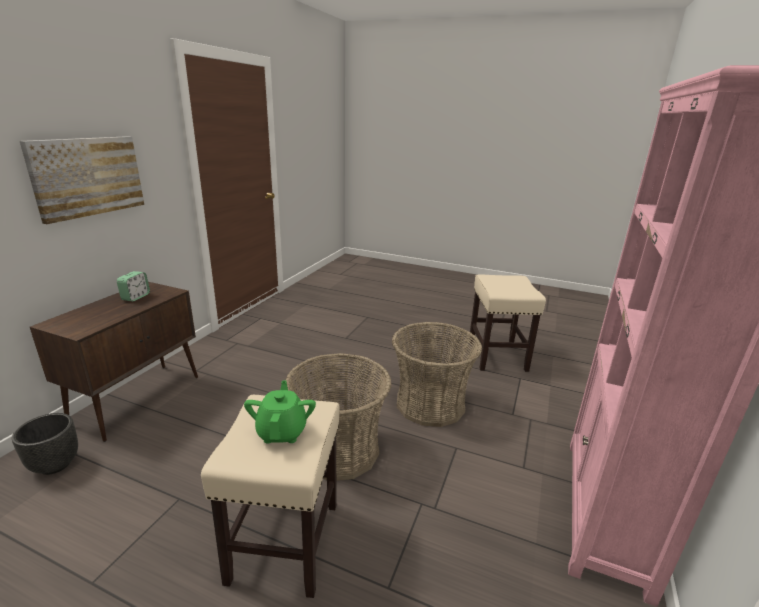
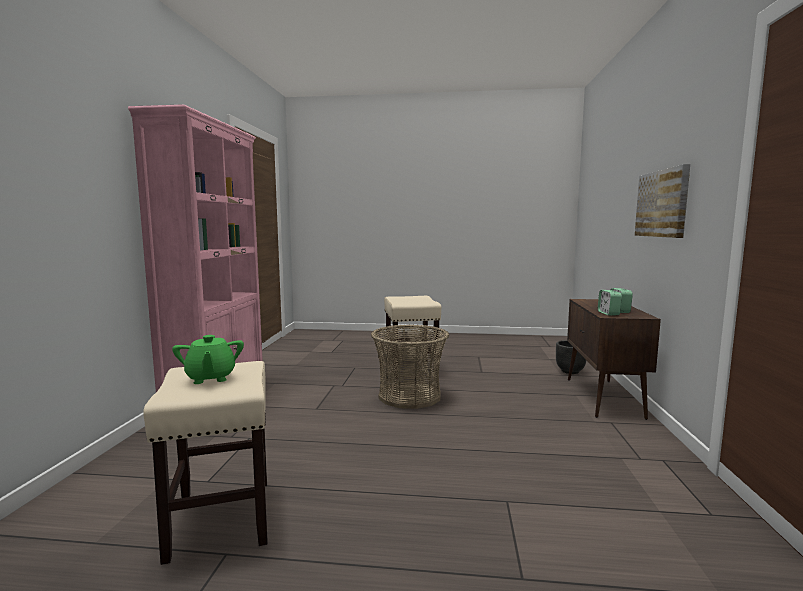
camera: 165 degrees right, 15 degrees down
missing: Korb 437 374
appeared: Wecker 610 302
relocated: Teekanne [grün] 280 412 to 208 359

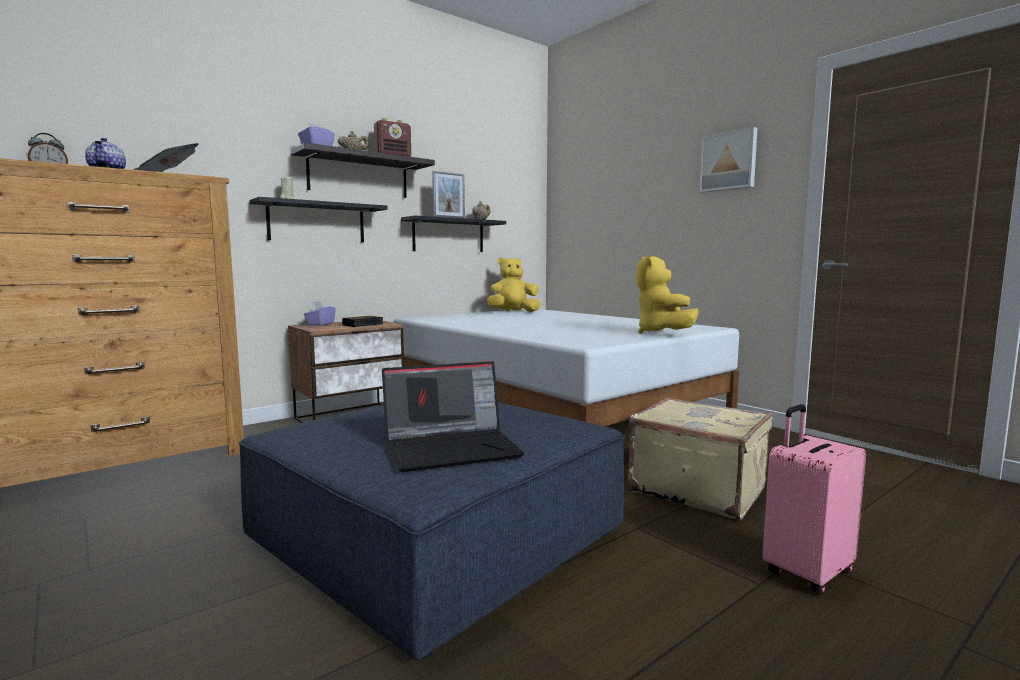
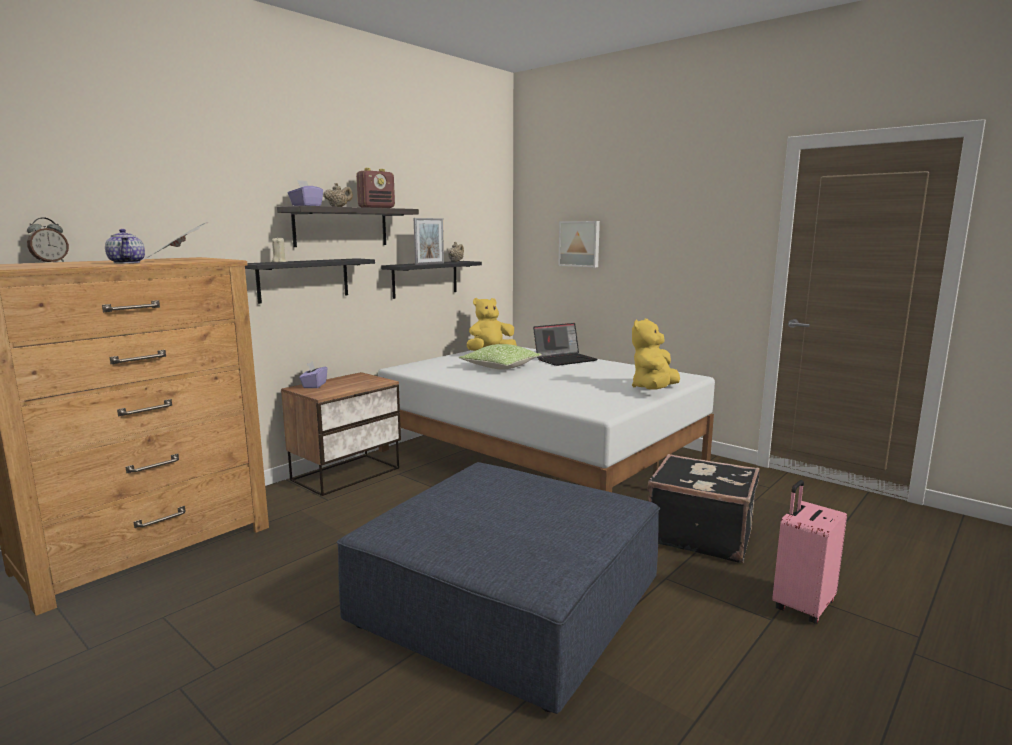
camera: 10 degrees left, 5 degrees up
missing: Wecker 362 321
appeared: Kissen 500 356
relocated: Laptop 453 416 to 565 344; Bild 728 160 to 579 244
colour: Koffer [beige] 700 458 to Koffer [schwarz] 703 508
spun: Plüschtier [gelb] 667 294 = 656 354 45 degrees clockwise

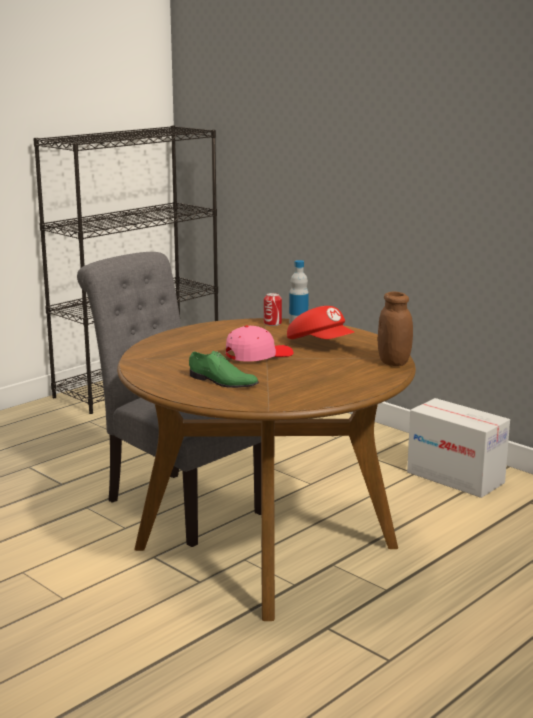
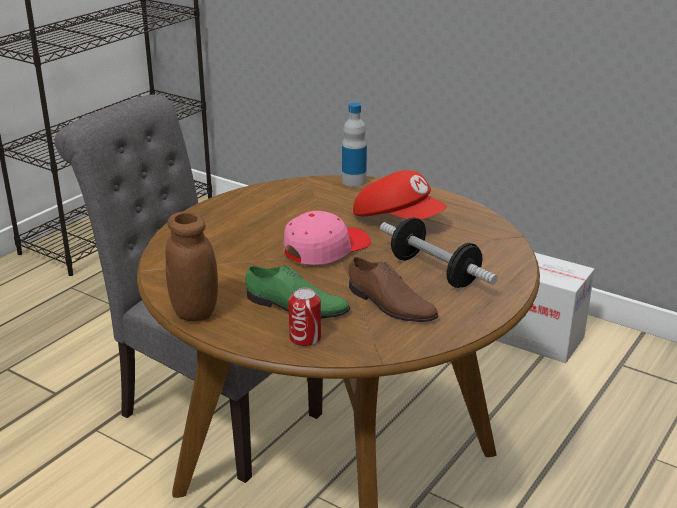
camera: 10 degrees left, 10 degrees up
appeared: Schuh [braun] 393 289; Hantel 439 252
relocated: Dose 273 309 to 304 317; Vorratsglas [braun] 395 329 to 192 266

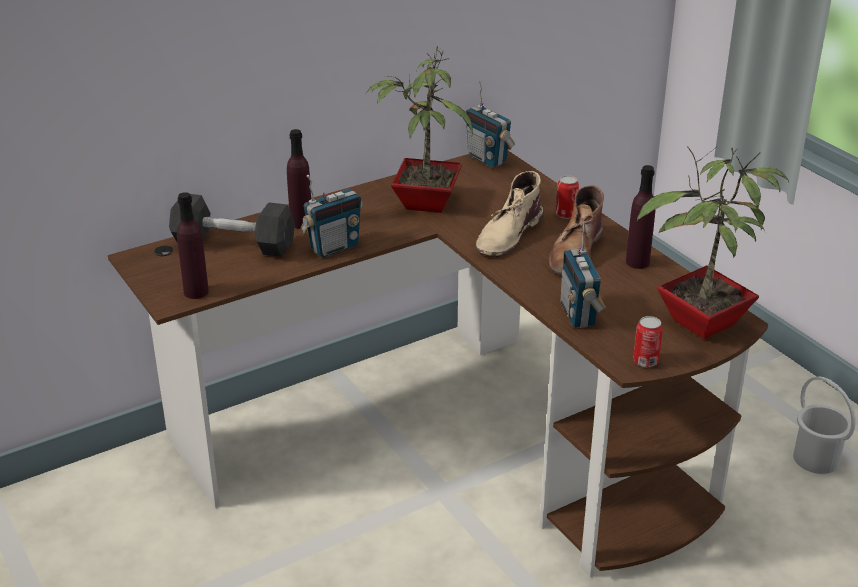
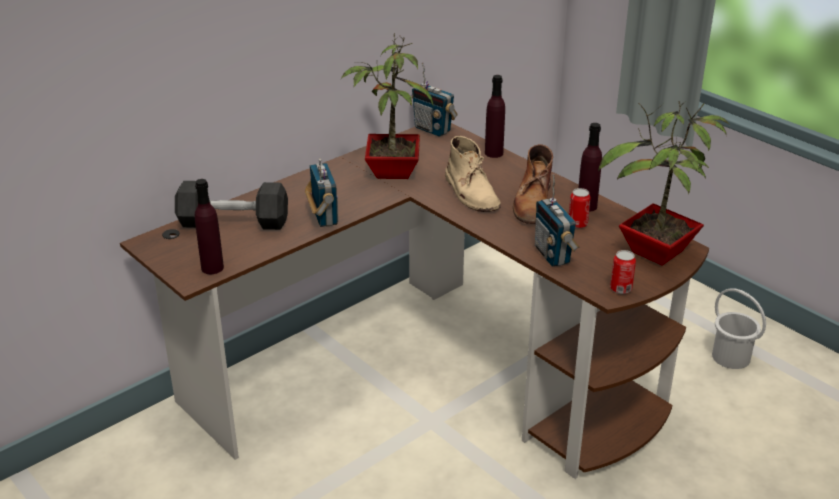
camera: 10 degrees left, 0 degrees up
relocated: Flasche [lila] 299 179 to 495 116; Dose 567 197 to 580 208
spun: Radio 331 216 = 322 193 60 degrees counterclockwise; Stiefel [beige] 509 214 = 473 174 45 degrees counterclockwise

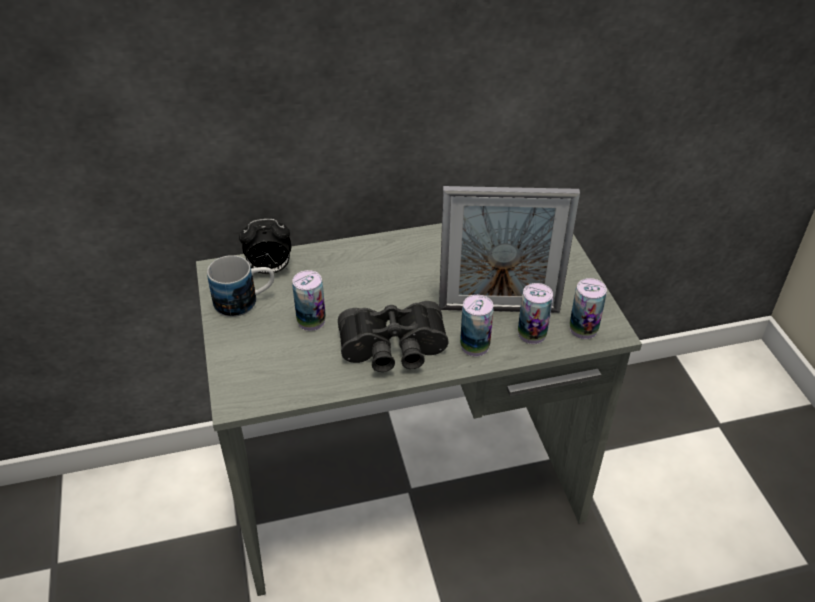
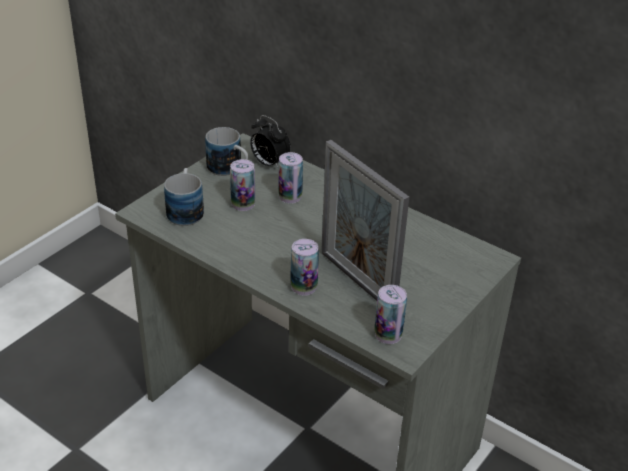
camera: 50 degrees right, 5 degrees down
missing: Fernglas [schwarz] 393 336
appeared: Henkelbecher 184 197
relocated: Dose 535 313 to 290 178

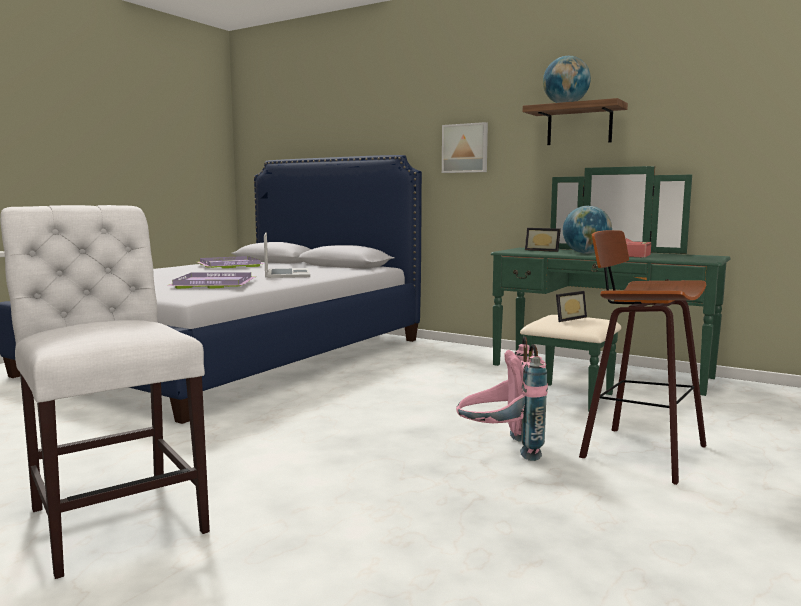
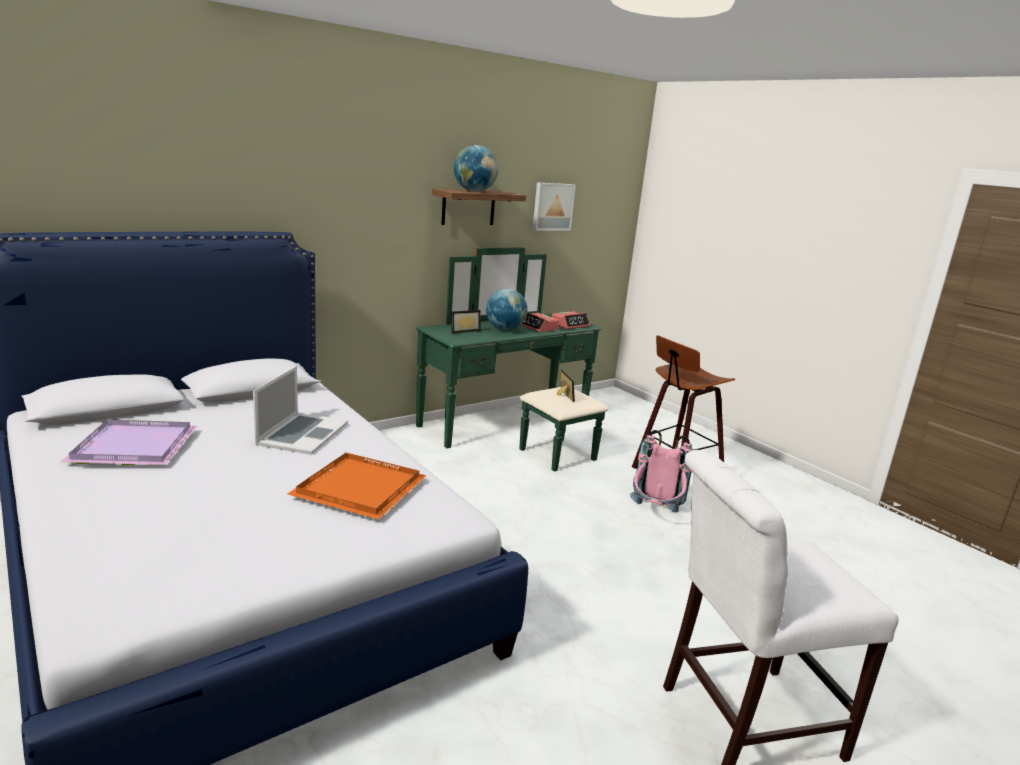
camera: 70 degrees left, 10 degrees up
appeared: Wecker 570 320
relocated: Bild 465 147 to 554 206
colour: Tablett [lila] 211 280 to Tablett [orange] 357 486
spun: Laptop 287 255 = 300 410 90 degrees clockwise

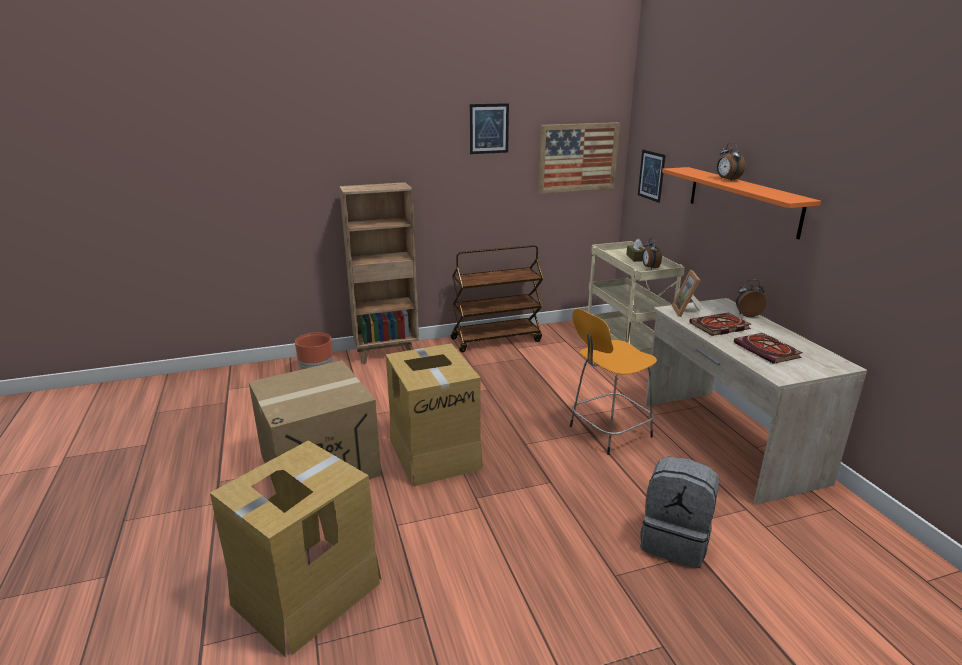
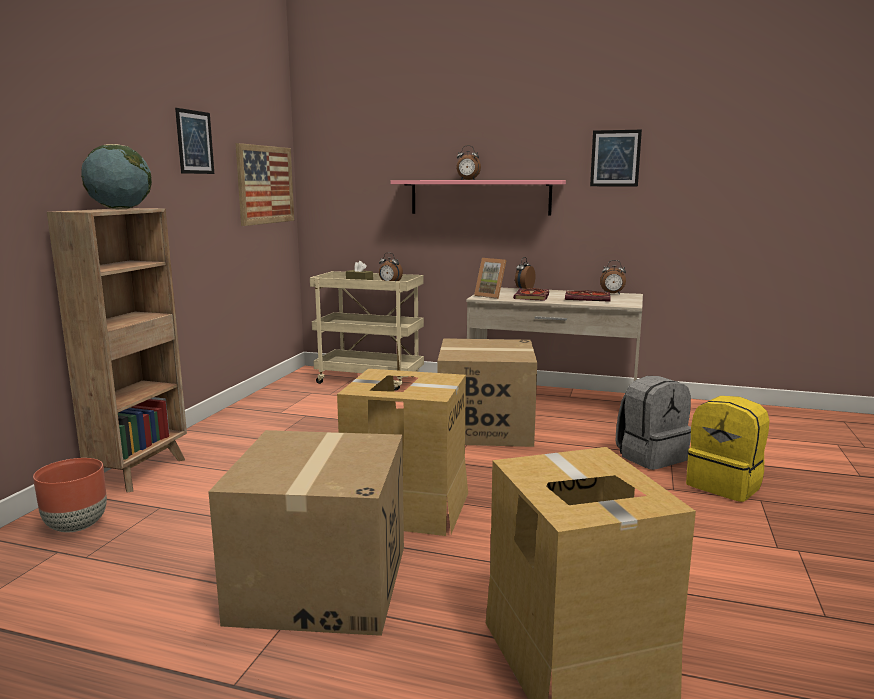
camera: 55 degrees left, 10 degrees down
missing: Rollwagen [braun] 497 298
appeared: Globus 116 176; Wecker 613 277; Rucksack [gelb] 728 449
relocated: Bild 652 176 to 616 158
exchanged: Hocker [orange] 613 382 to Karton 487 392
colour: Wandregal [orange] 741 203 to Wandregal [rosa] 478 198

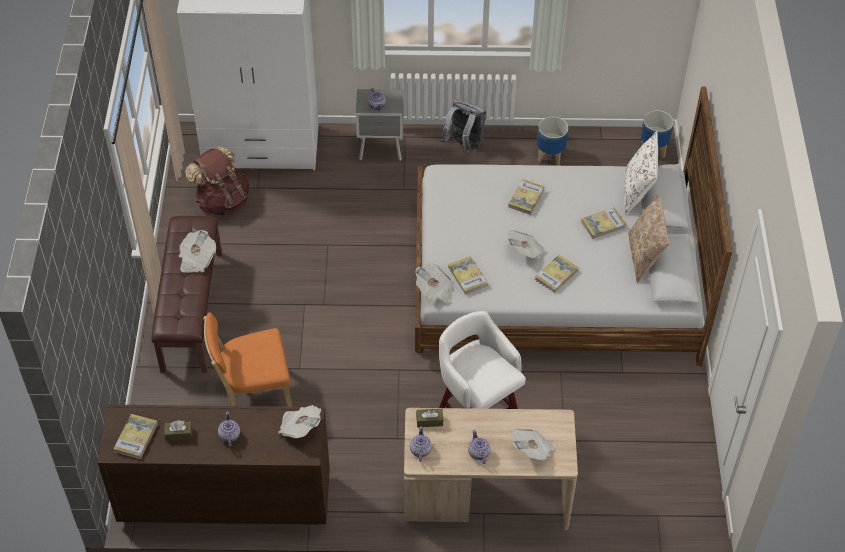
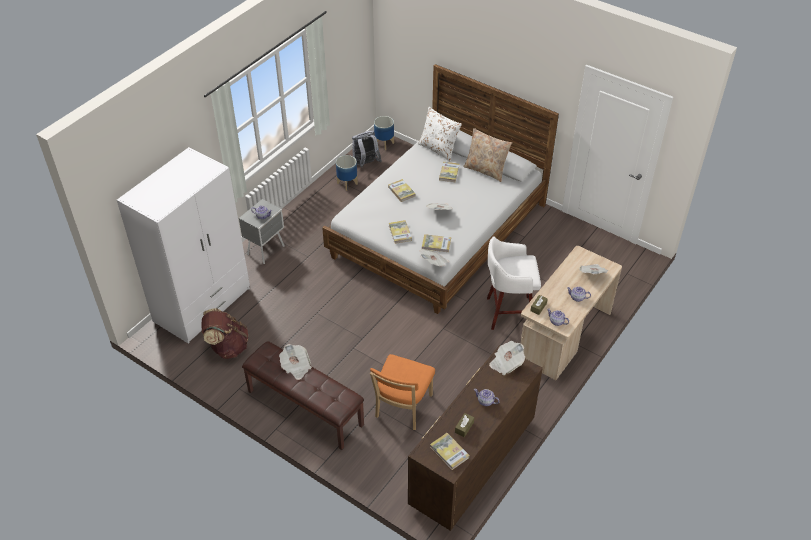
camera: 55 degrees left, 5 degrees down
relocated: Rucksack [grau] 463 127 to 367 148; Buch 557 274 to 400 232

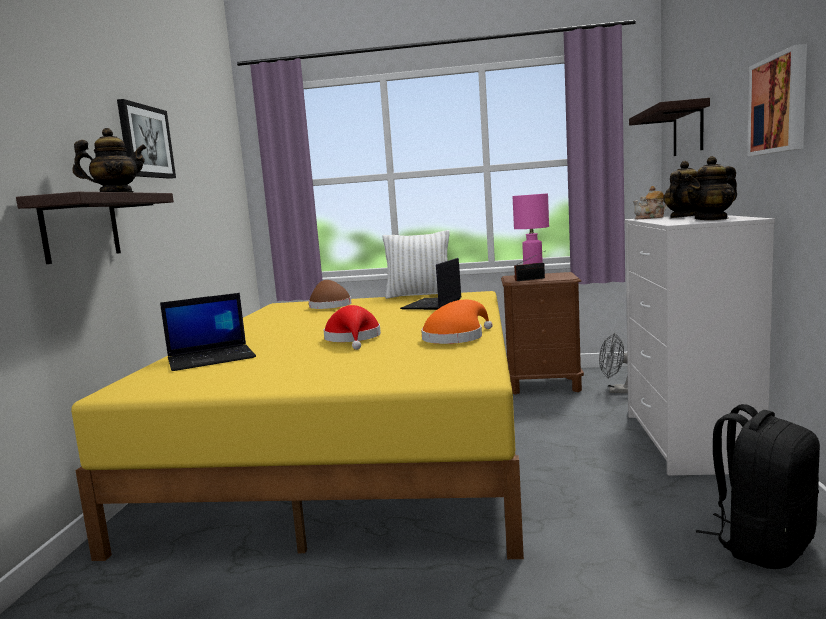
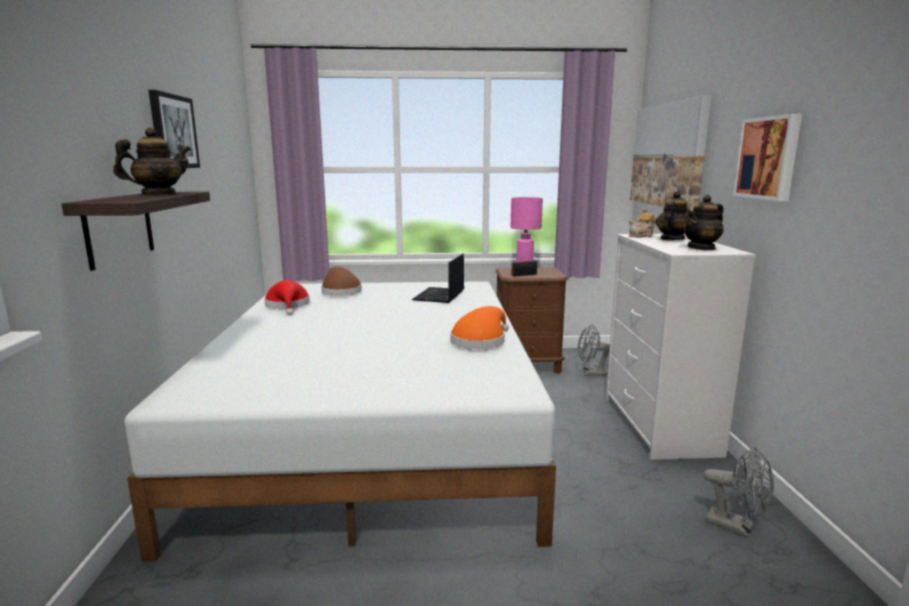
camera: 10 degrees left, 5 degrees up
missing: Laptop 208 332; Kissen [weiß] 416 264
relocated: Hut [rot] 352 327 to 287 297
exchanged: Wandregal 669 127 to Bild 671 153; Rucksack [schwarz] 758 486 to Ventilator [grau] 739 492
colour: Bett [gelb] 297 426 to Bett [weiß] 340 421

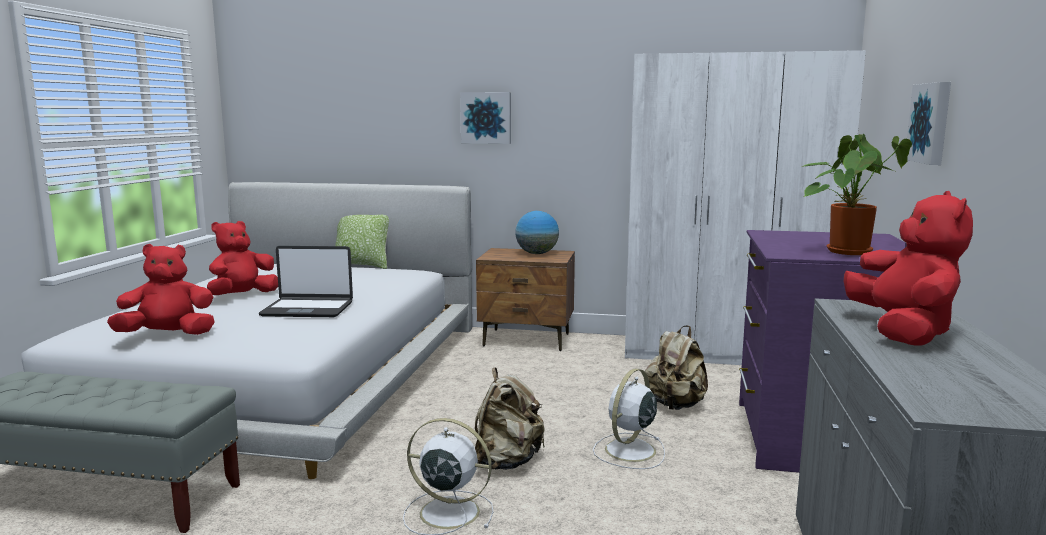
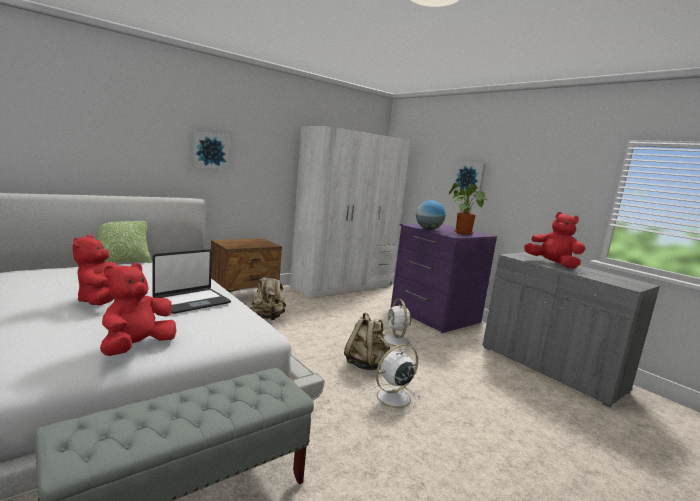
camera: 50 degrees left, 0 degrees up
relocated: Globus 537 232 to 430 215; Rucksack [beige] 676 367 to 268 297

